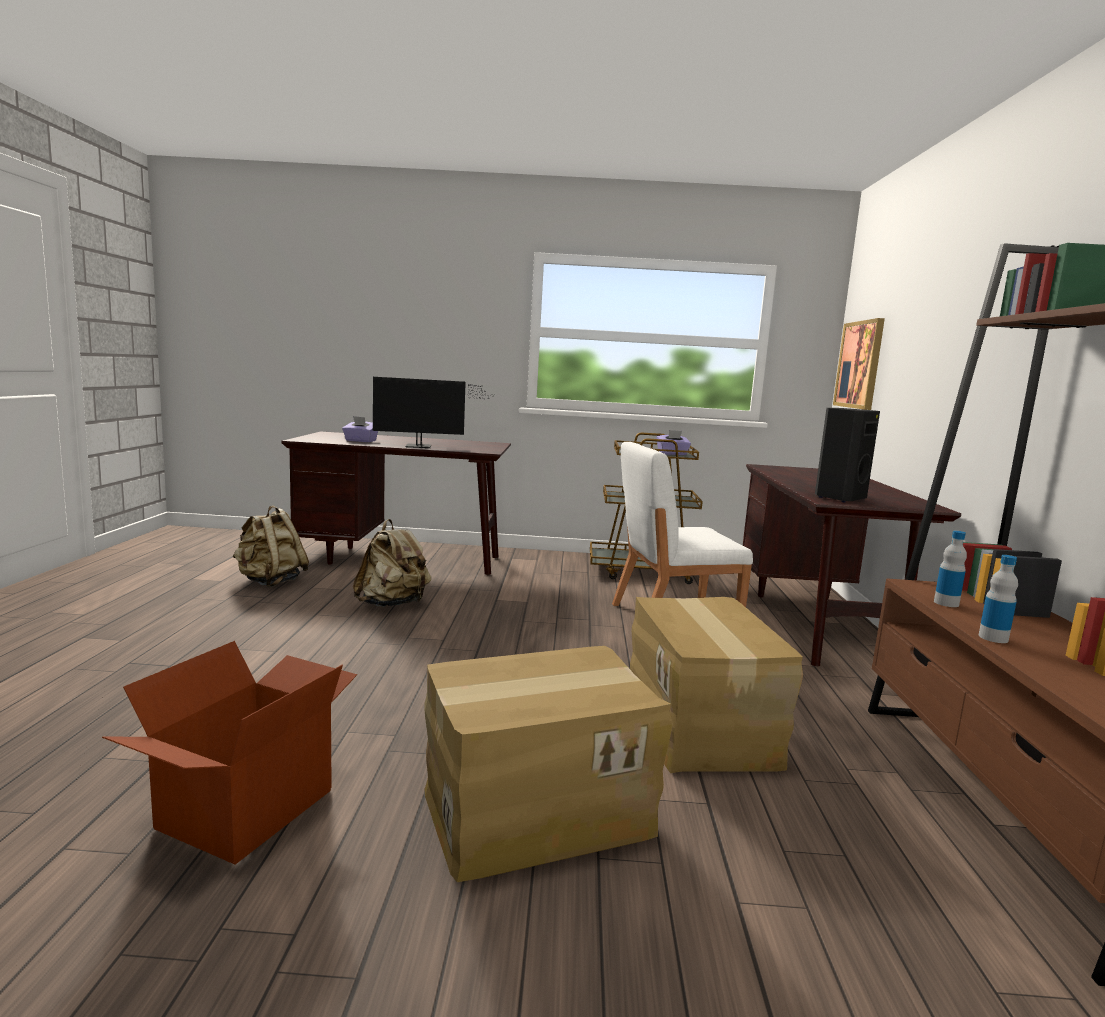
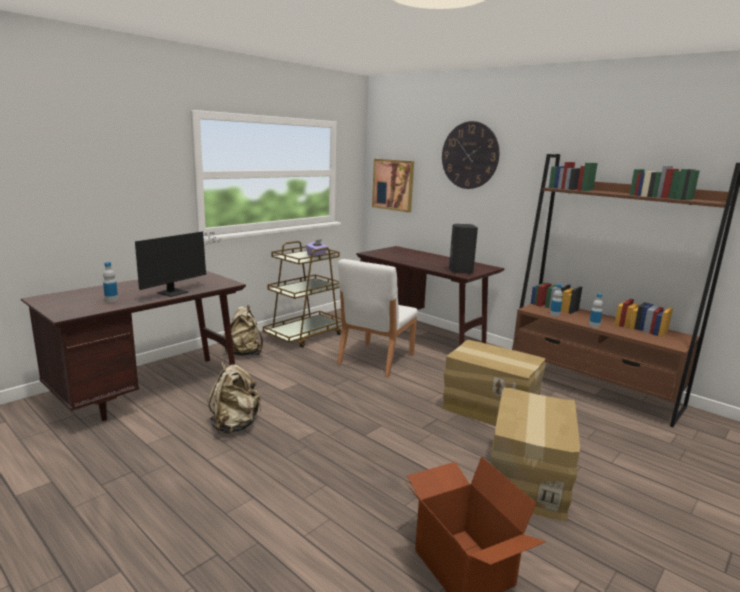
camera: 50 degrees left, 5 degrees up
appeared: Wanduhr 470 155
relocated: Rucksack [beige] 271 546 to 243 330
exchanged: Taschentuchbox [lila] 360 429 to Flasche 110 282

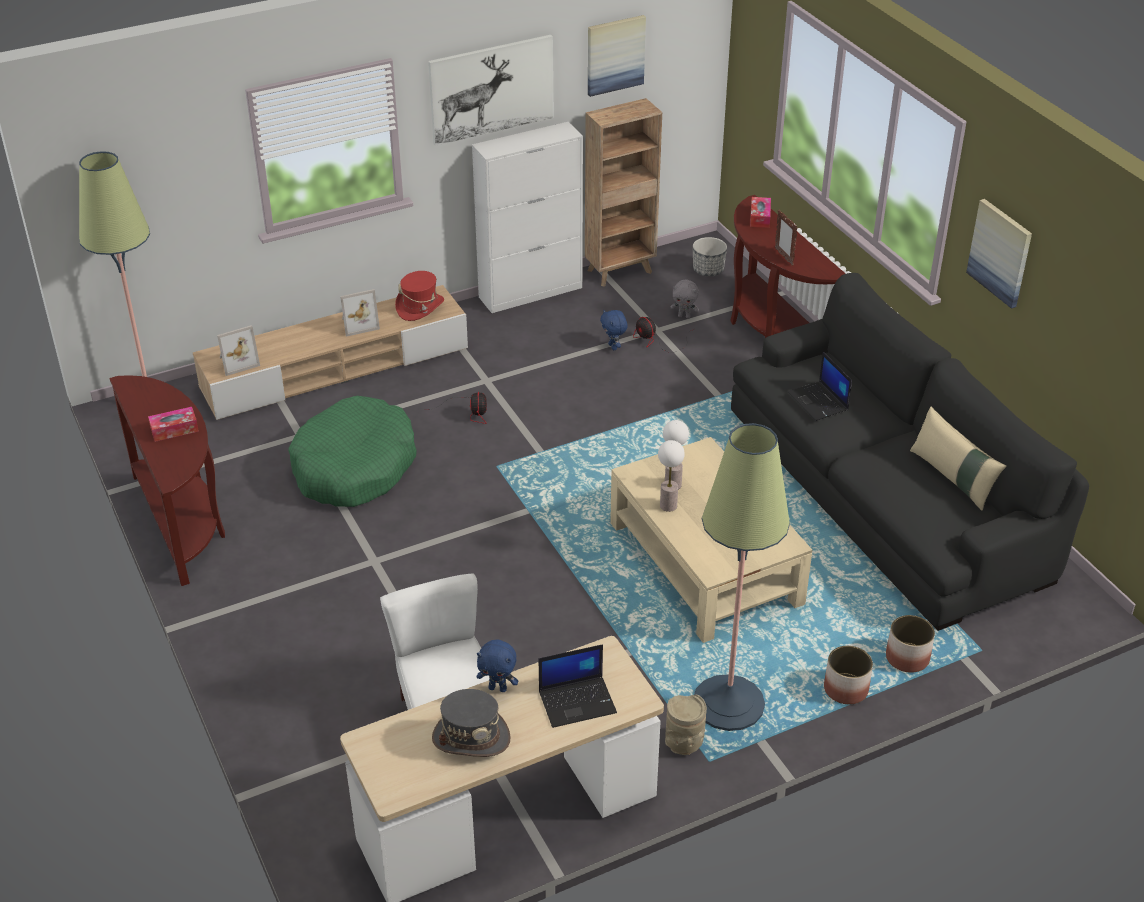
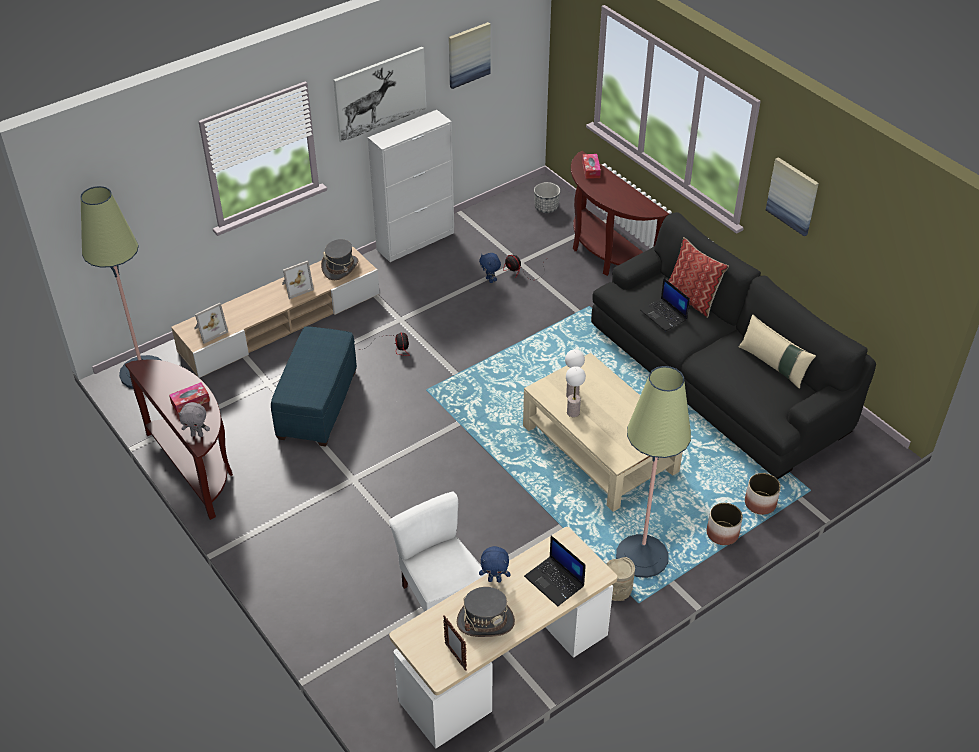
camera: 10 degrees left, 5 degrees up
missing: Bücherregal [braun] 623 192
appeared: Kissen 699 277
relocated: Plüschtier [grau] 684 299 to 194 419; Bilderrahmen 786 238 to 455 643
exchanged: Hundebett [grün] 352 451 to Polsterhocker [blau] 314 386
colour: Hut [rot] 419 296 to Hut [grau] 340 259
spun: Laptop 578 686 = 555 570 75 degrees clockwise

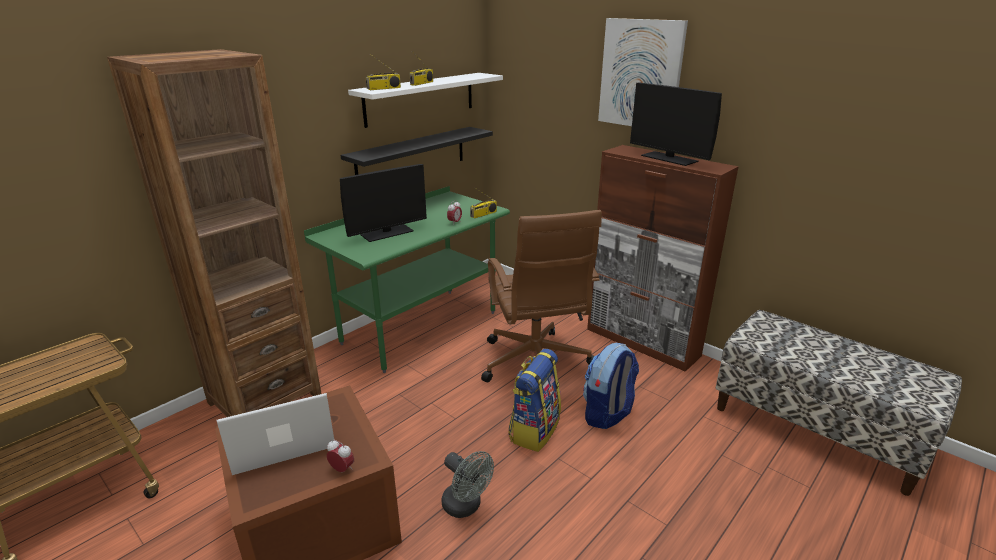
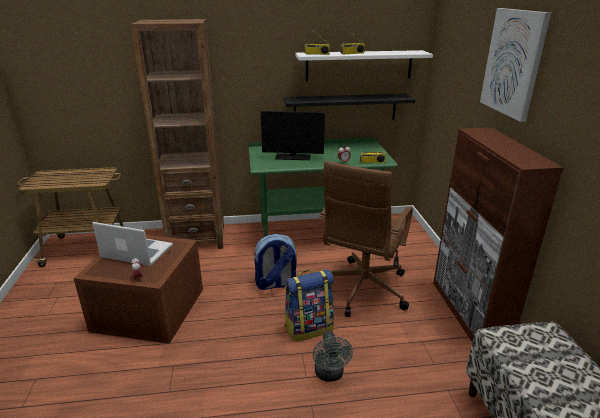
camera: 40 degrees right, 0 degrees up
missing: Monitor 676 124
relocated: Ventilator [grau] 467 484 to 333 356; Rucksack 611 386 to 274 262

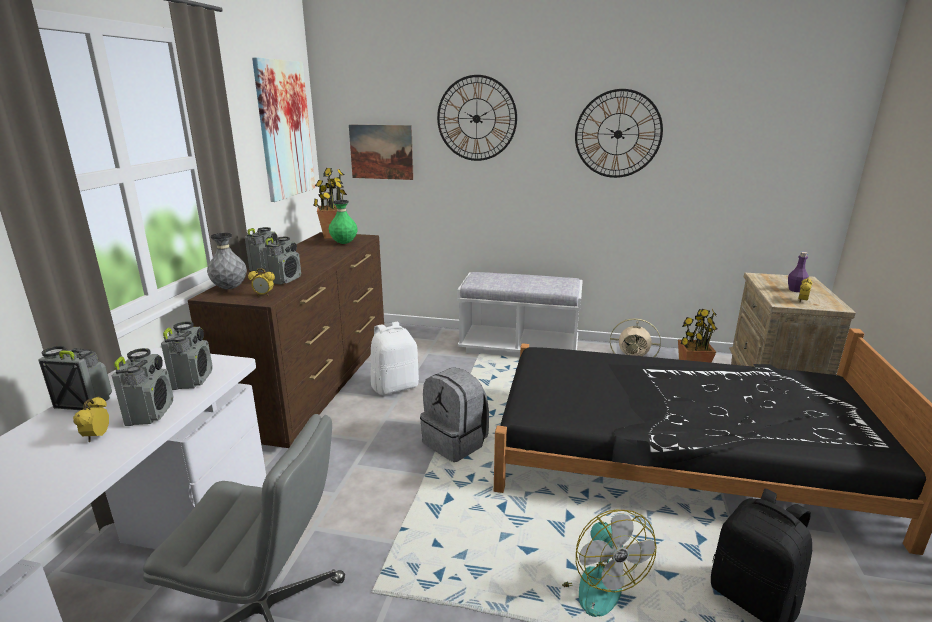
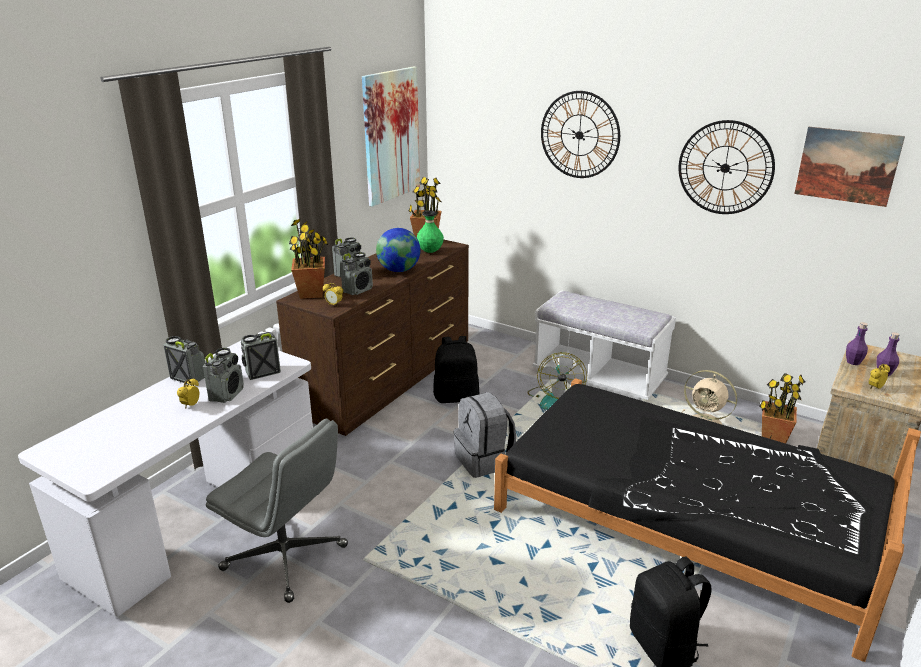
camera: 20 degrees right, 5 degrees up
appeared: Globus 398 250; Flasche [lila] 857 343
relocated: Bild 381 152 to 849 167; Ventilator 609 563 to 557 381
exchanged: Vase [grau] 227 261 to Topfpflanze 308 259
colour: Rucksack [weiß] 395 358 to Rucksack [schwarz] 456 369
spun: Radio 186 355 = 261 356 135 degrees counterclockwise

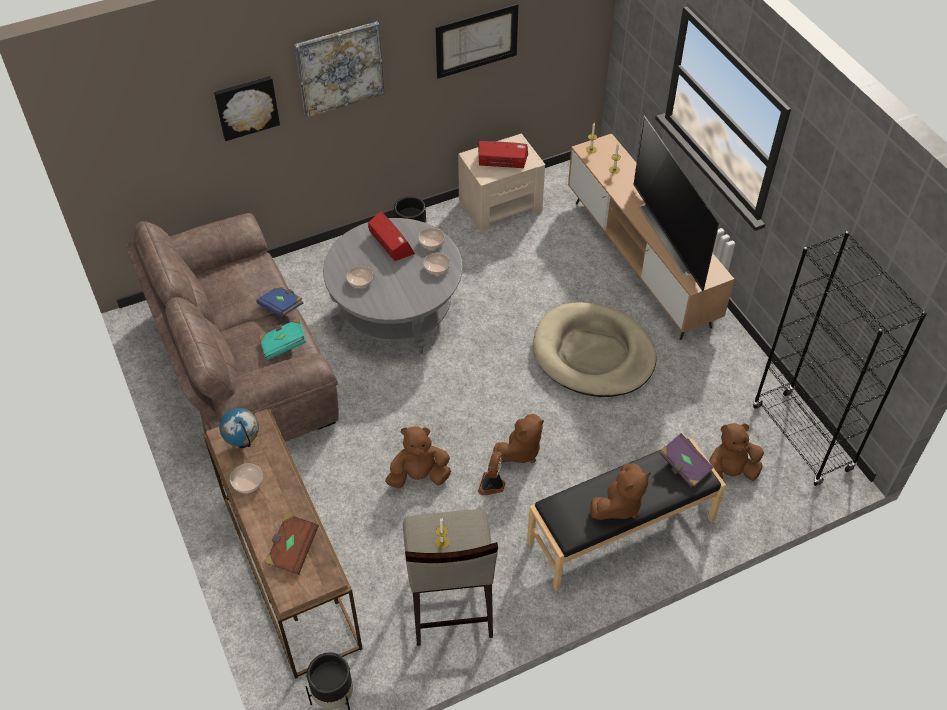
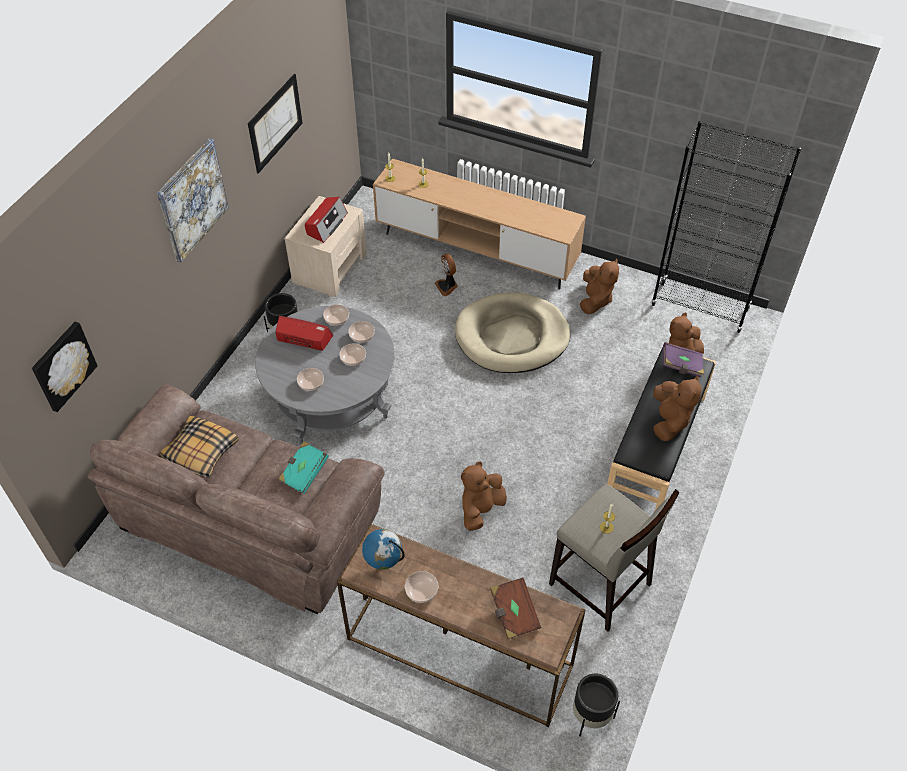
camera: 40 degrees left, 0 degrees up
missing: Buch [blau] 279 301; Fernseher 676 203
appeared: Kissen 199 446; Schüssel 352 355
relocated: Bild 247 108 to 64 367; Ventilator 492 473 to 446 275; Plüschtier [braun] 518 438 to 599 286
spun: Radio 503 154 = 326 220 150 degrees clockwise

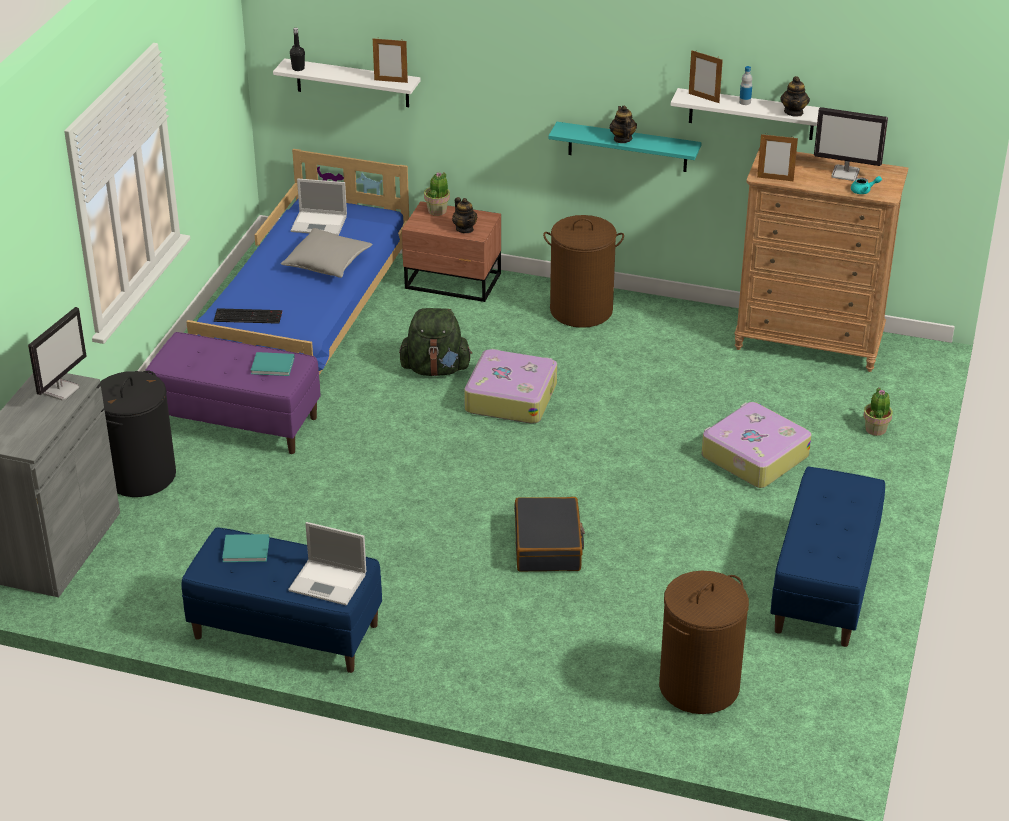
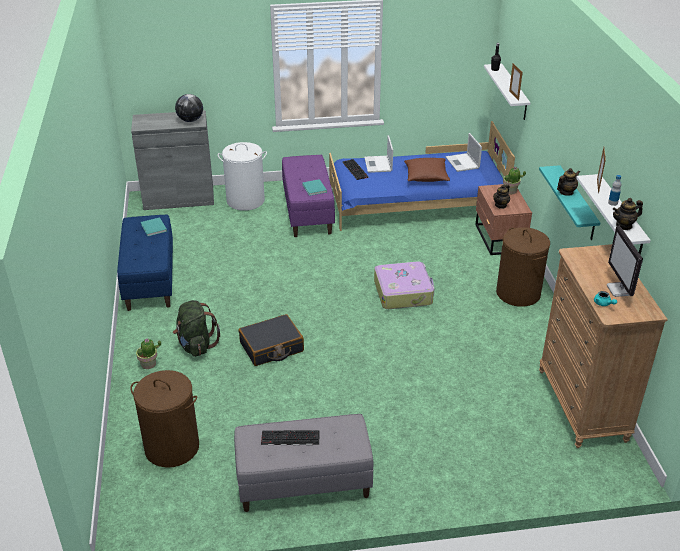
camera: 65 degrees right, 0 degrees up
missing: Koffer 757 445; Bilderrahmen 777 157
appeared: Tastatur 290 437
relocated: Laptop 327 563 to 378 154; Rucksack [grün] 435 342 to 196 328; Topfpflanze 878 411 to 148 353
exchanged: Monitor 57 354 to Globus 189 108
colour: Wäschekorb [schwarz] 136 433 to Wäschekorb [weiß] 242 176; Kissen [grau] 327 253 to Kissen [braun] 427 170; Bank [blau] 827 556 to Bank [grau] 304 463

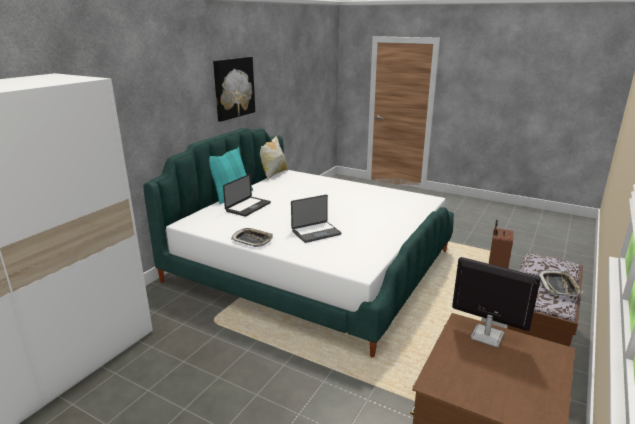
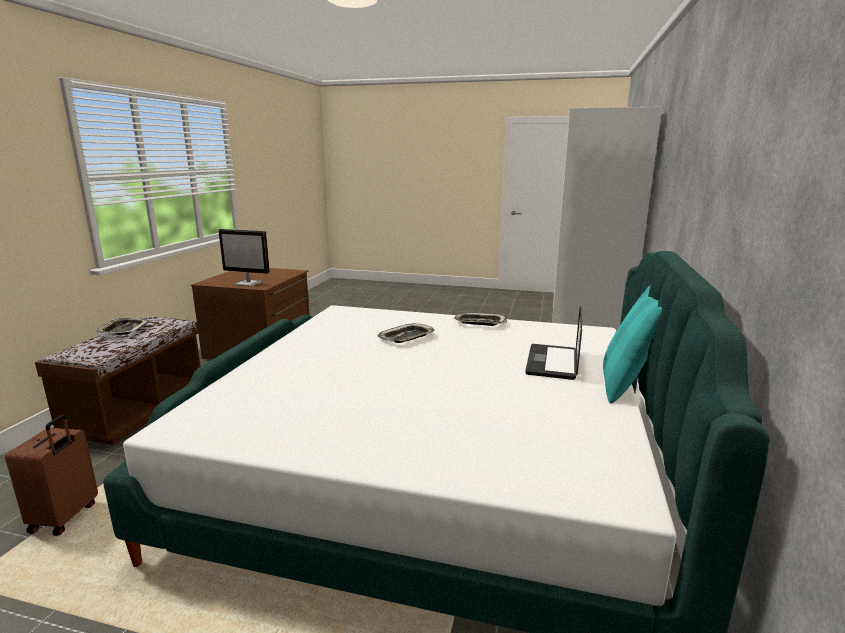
camera: 165 degrees right, 5 degrees down
missing: Bild 234 89; Kissen 274 158
exchanged: Laptop 316 218 to Tablett 406 333

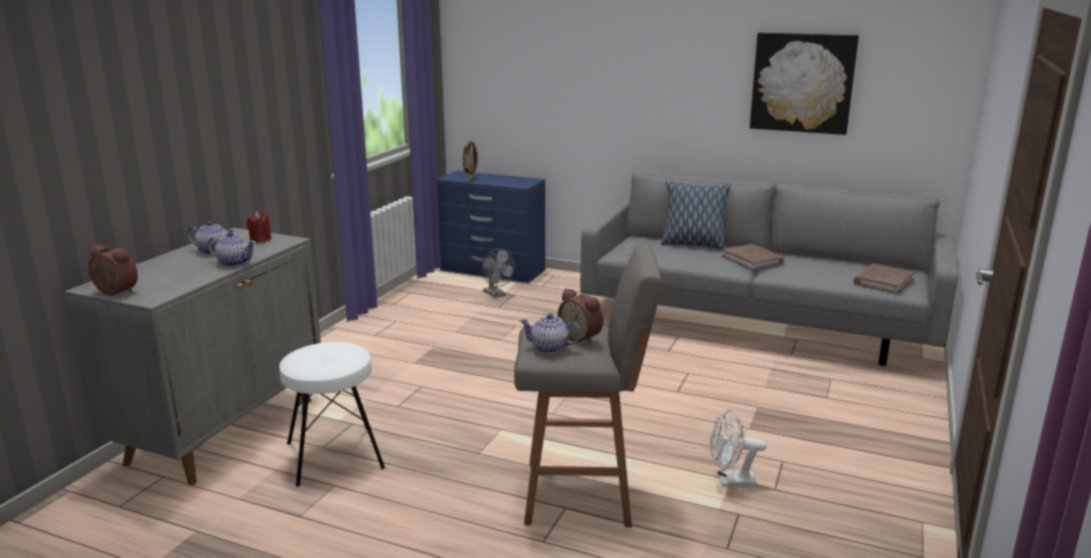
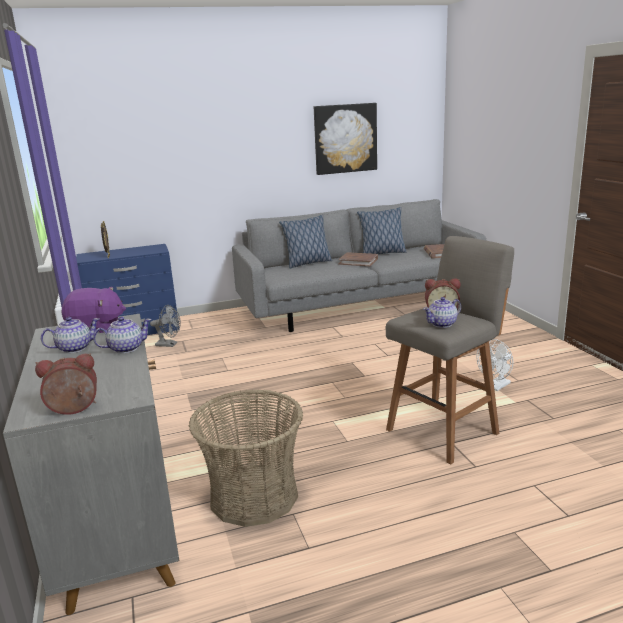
camera: 40 degrees left, 0 degrees up
appeared: Kissen 381 230
exchanged: Kerze [rot] 259 227 to Plüschtier [lila] 93 310; Hocker [weiß] 332 414 to Korb 246 458

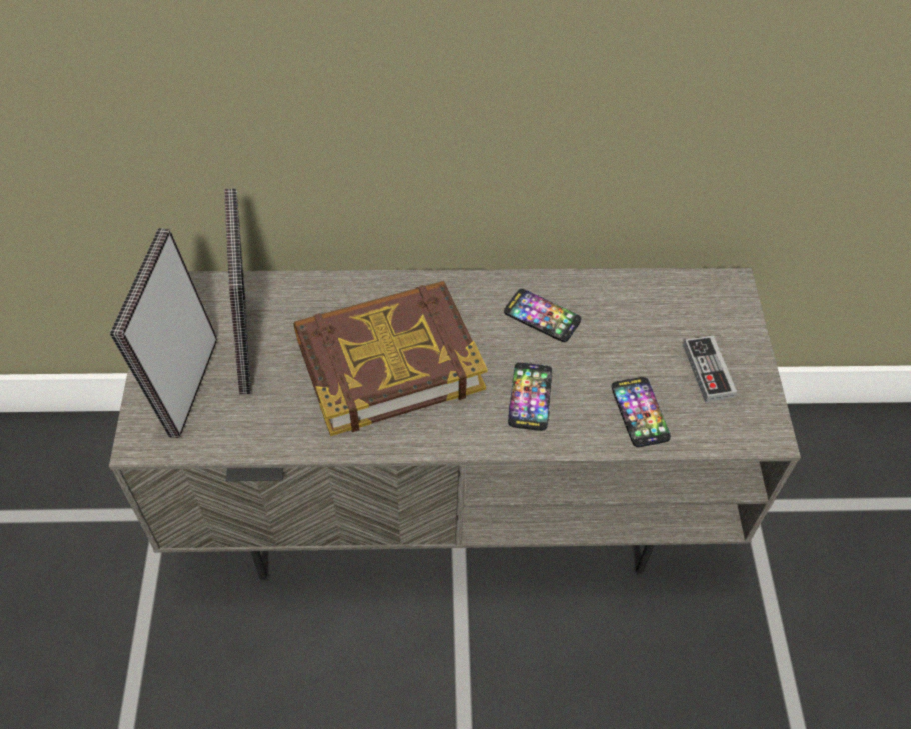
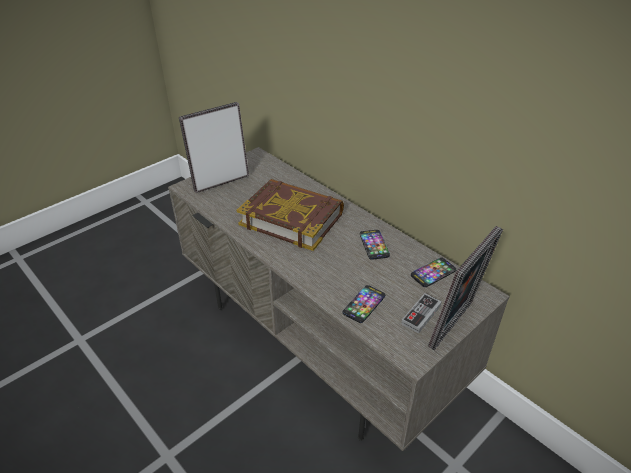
camera: 50 degrees right, 15 degrees down
relocated: Bilderrahmen 237 292 to 465 288; Handy 530 397 to 434 272

